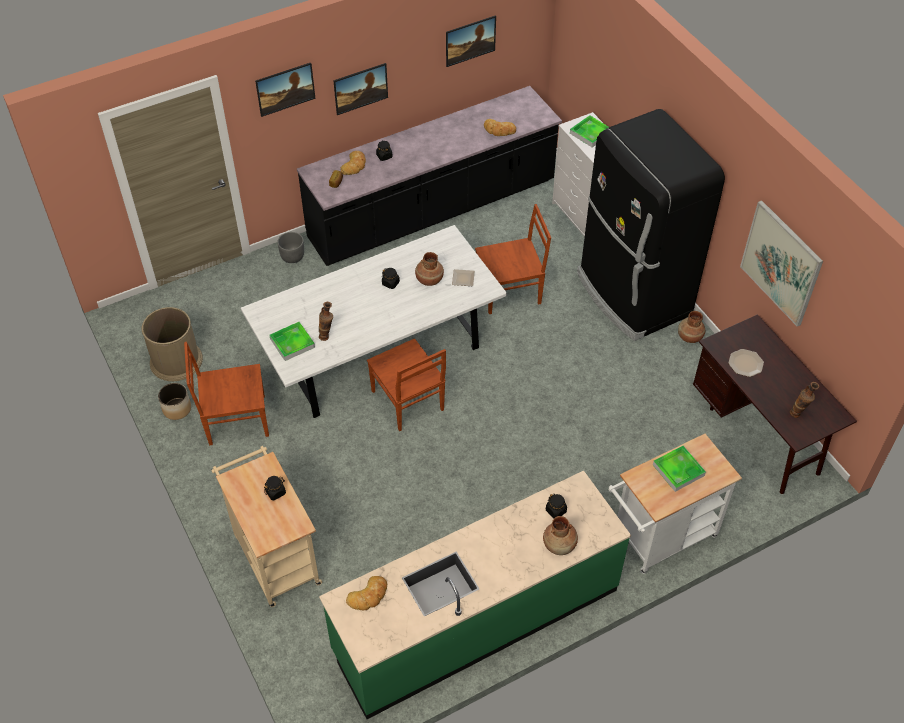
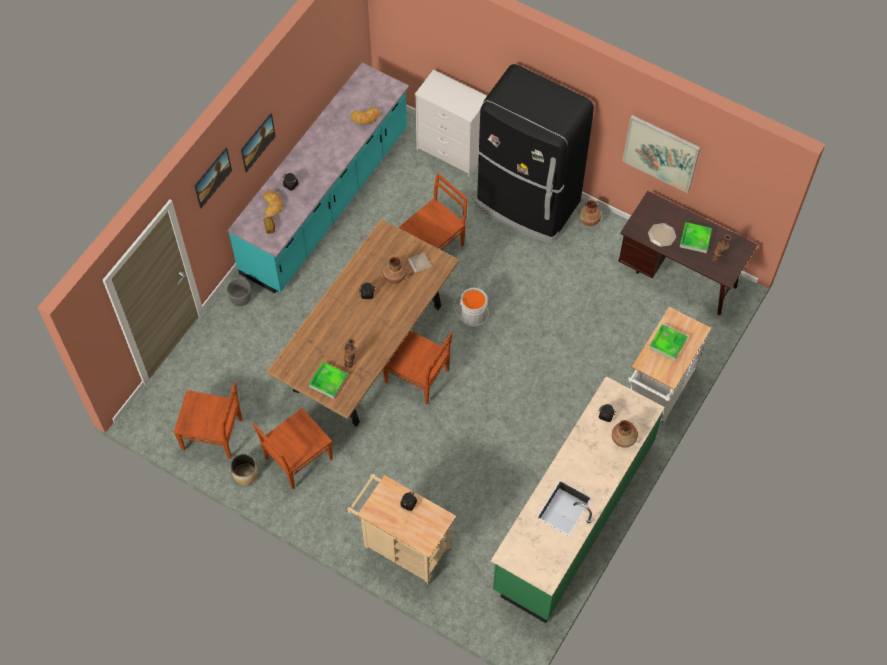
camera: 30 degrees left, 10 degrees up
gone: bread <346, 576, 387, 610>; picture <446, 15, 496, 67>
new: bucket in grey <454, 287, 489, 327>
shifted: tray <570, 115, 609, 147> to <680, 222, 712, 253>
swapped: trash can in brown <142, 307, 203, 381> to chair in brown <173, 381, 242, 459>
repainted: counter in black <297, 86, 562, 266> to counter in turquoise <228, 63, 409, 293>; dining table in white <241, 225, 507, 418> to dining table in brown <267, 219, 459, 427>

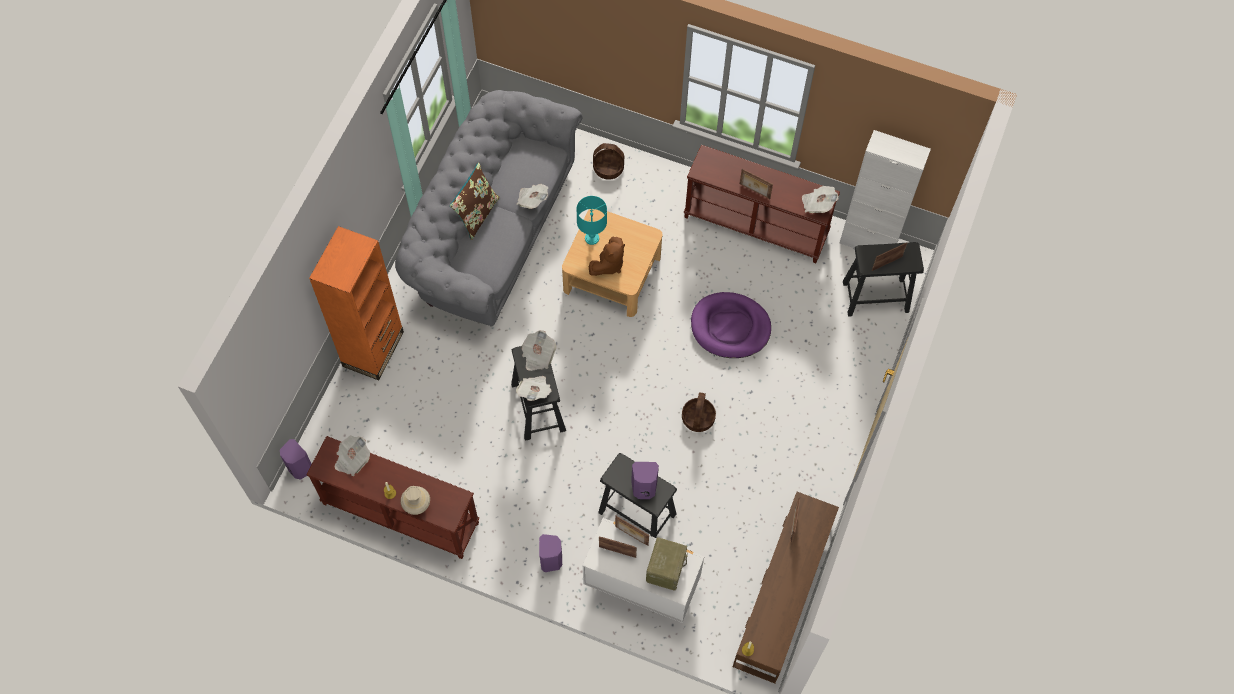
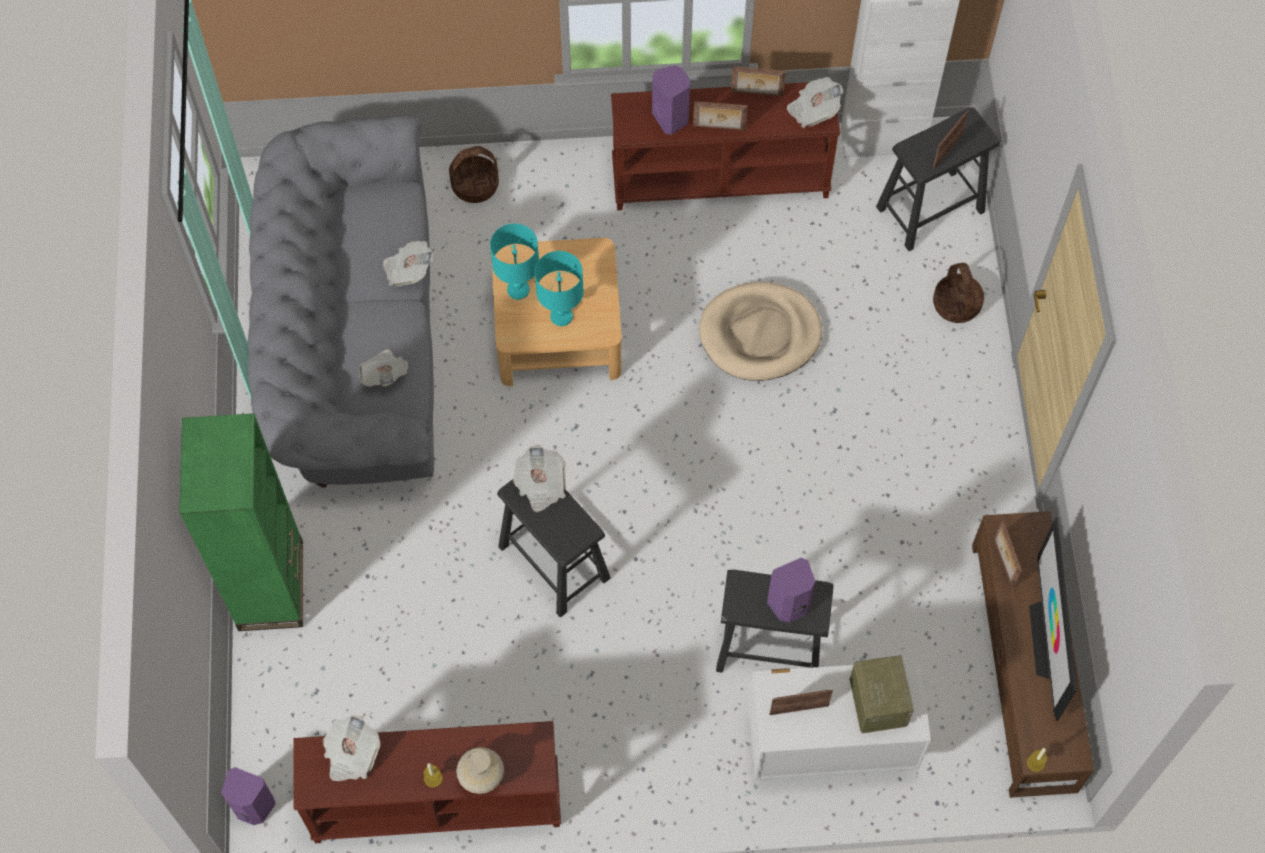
camera: 25 degrees left, 0 degrees up
gone: pillow in brown <449, 162, 500, 240>
new: television <1029, 517, 1077, 721>
shifted: newspaper <516, 376, 552, 401> to <359, 349, 409, 387>; speaker in purple <539, 534, 562, 572> to <652, 65, 690, 135>; picture frame <615, 516, 649, 545> to <731, 66, 786, 96>; basket <682, 393, 716, 432> to <933, 263, 984, 323>
swapped: plush toy in brown <589, 237, 625, 276> to table lamp in turquoise <535, 251, 584, 326>
repainted: bookcase in orange <309, 226, 404, 380> to bookcase in green <179, 413, 303, 631>; dog bed in purple <691, 292, 771, 358> to dog bed in beige <699, 282, 822, 381>

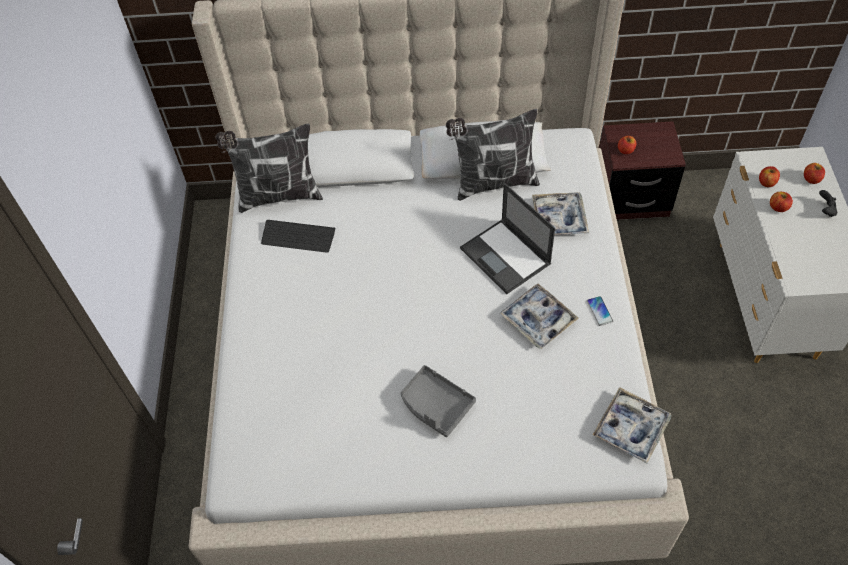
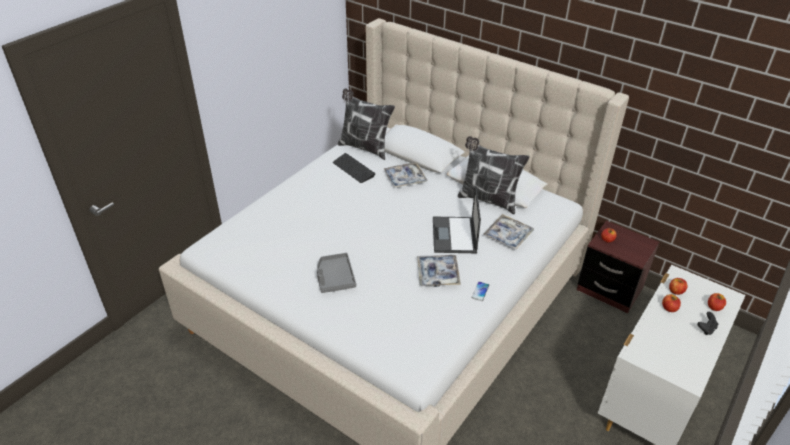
camera: 35 degrees right, 15 degrees down
shifted: tray <593, 387, 671, 463> to <384, 163, 428, 188>

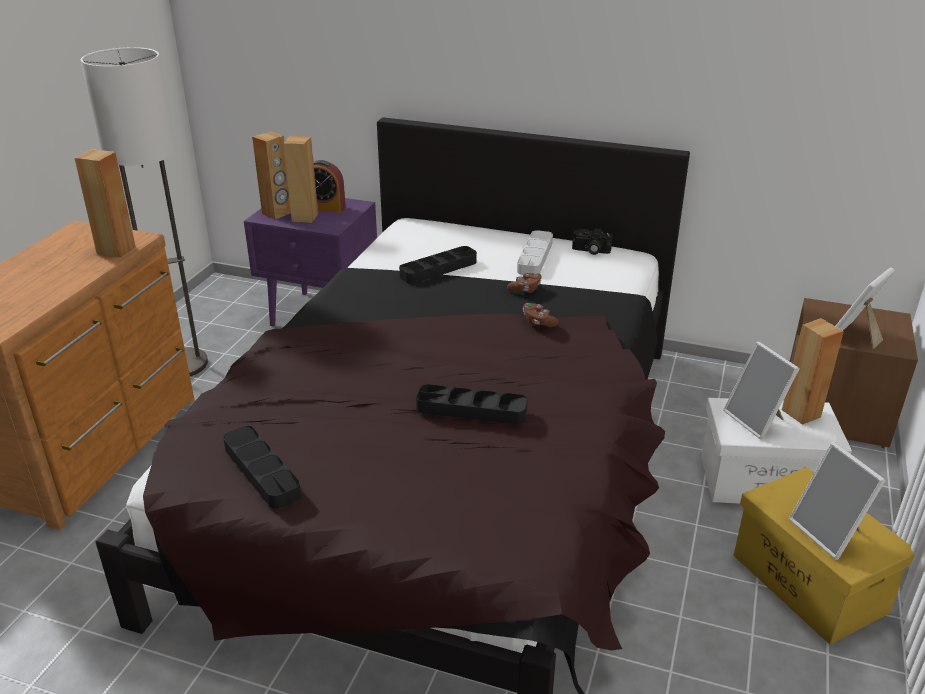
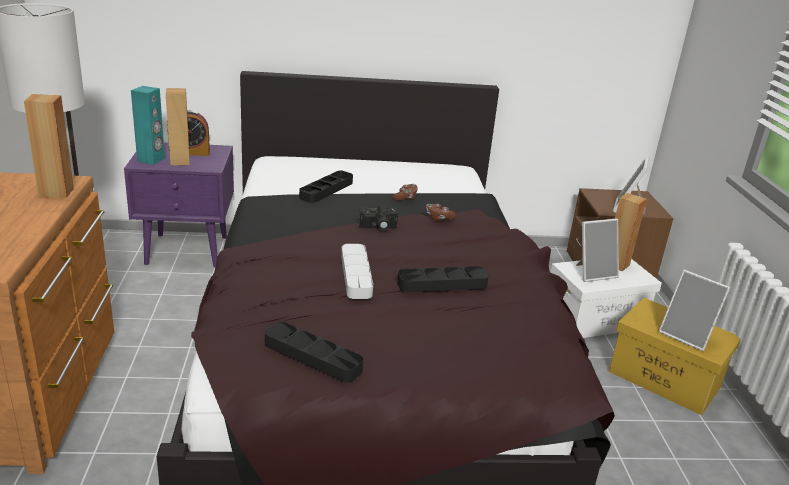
camera: 25 degrees left, 5 degrees down
shifted: tray in grey <517, 230, 553, 275> to <341, 244, 373, 299>; photo camera <572, 228, 613, 255> to <359, 205, 398, 231>
repainted: speaker in brown <252, 131, 291, 219> to speaker in turquoise <131, 86, 165, 165>
rotated: picture frame <723, 342, 800, 440> = <576, 219, 619, 282> 60 degrees counterclockwise

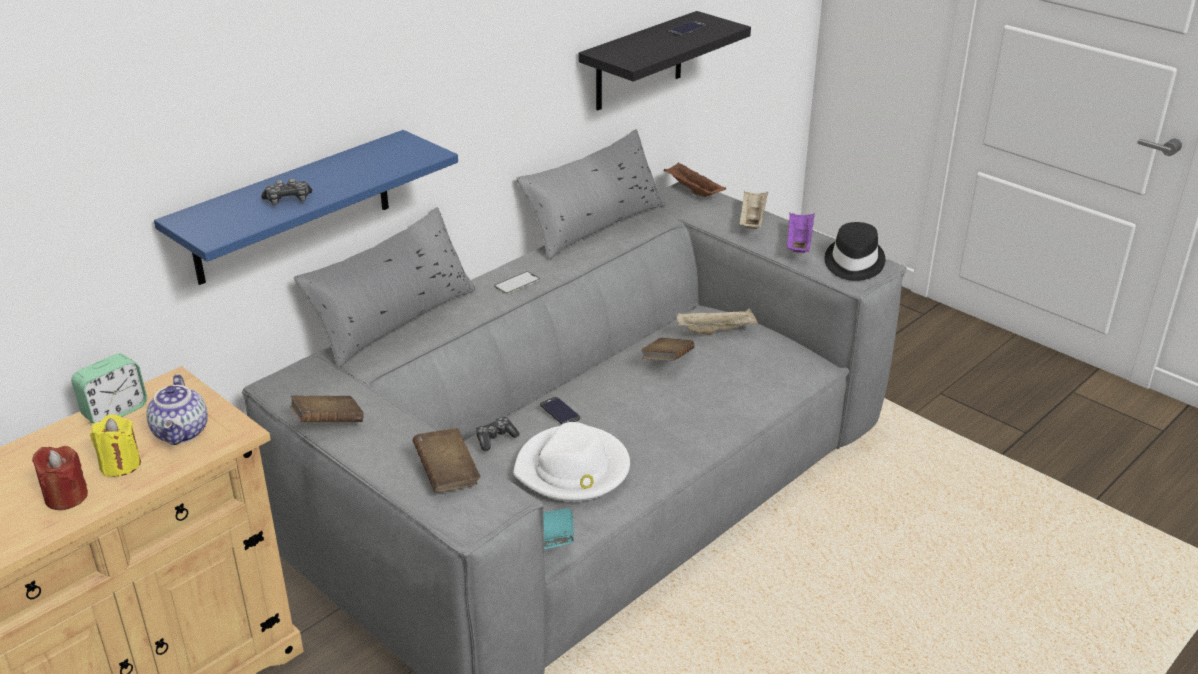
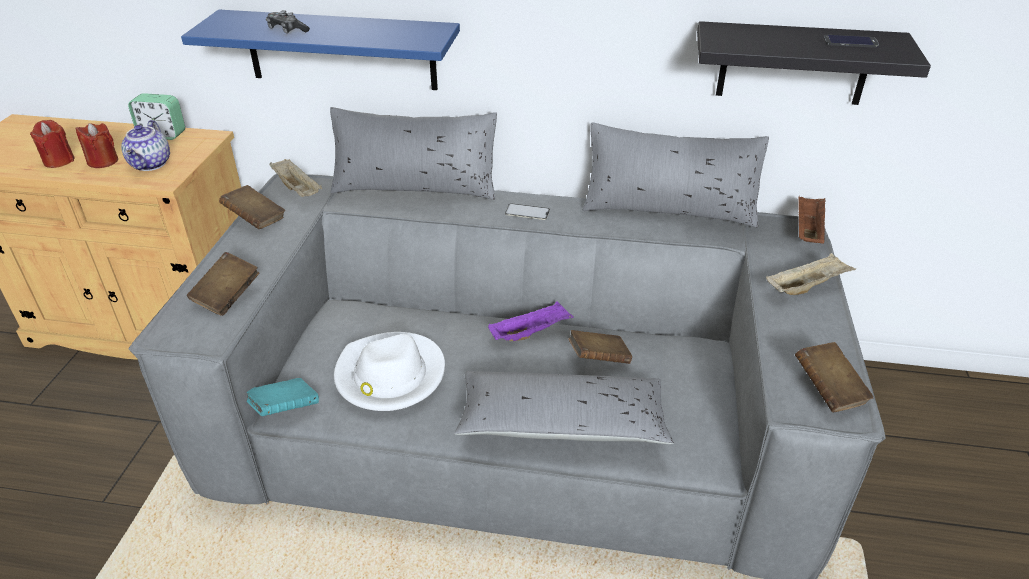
camera: 55 degrees right, 5 degrees up
gone: game controller <476, 417, 520, 451>; phone <540, 397, 580, 424>
new: pillow in grey <454, 371, 674, 444>
shifted: tray in beige <677, 308, 758, 334> to <269, 159, 322, 197>; tray in purple <787, 212, 815, 253> to <488, 301, 574, 341>
swapped: hat in black <824, 222, 885, 281> to book in brown <795, 342, 873, 412>
repainted: candle in yellow <90, 414, 141, 477> to candle in red <75, 123, 118, 168>
rotated: teapot <146, 374, 208, 445> = <121, 120, 170, 171> 45 degrees counterclockwise

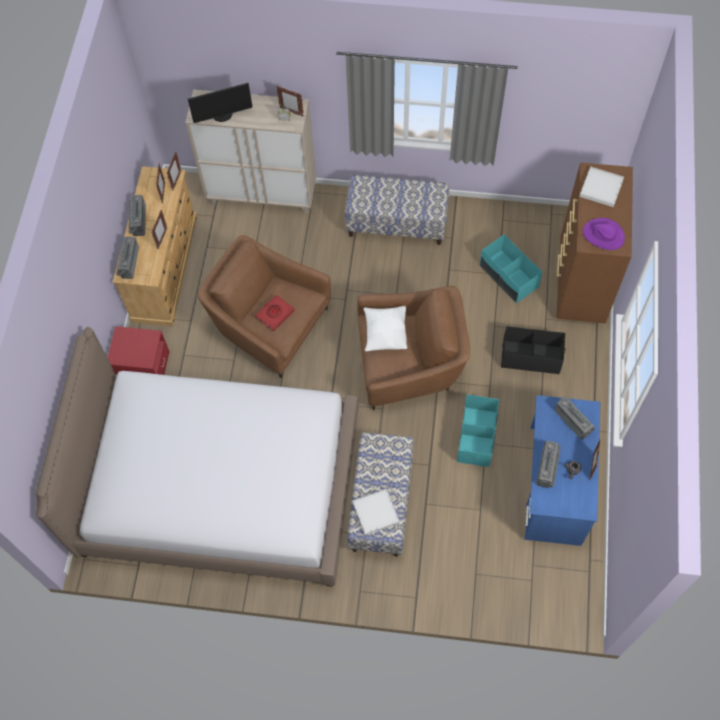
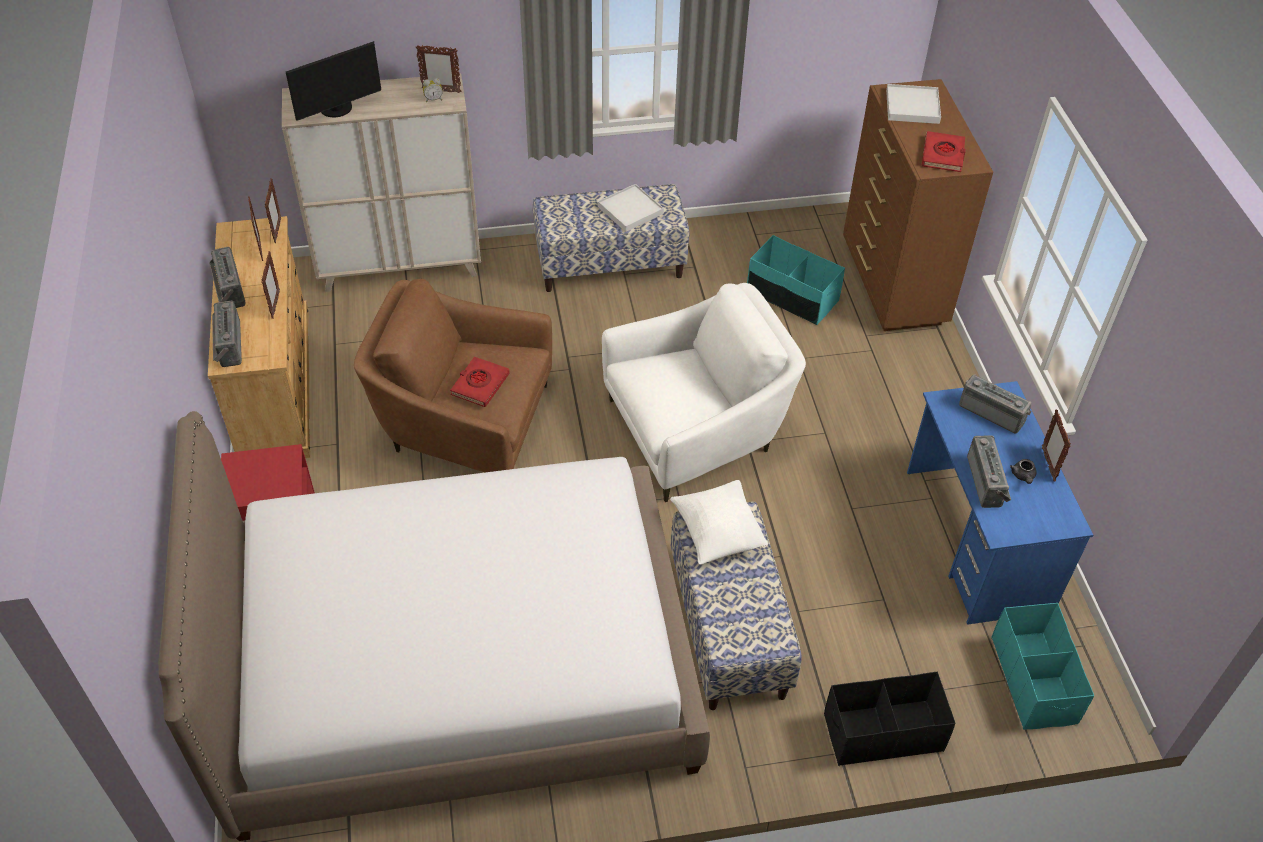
camera: 20 degrees left, 15 degrees down
shifted: tray in white <352, 488, 400, 535> to <598, 184, 664, 232>; pillow in white <363, 306, 407, 351> to <670, 480, 768, 565>; storage box in black <501, 326, 565, 374> to <824, 672, 956, 766>; storage box in turquoise <457, 394, 499, 467> to <991, 603, 1094, 730>
swapped: hat in purple <583, 218, 625, 250> to book in red <922, 131, 966, 172>
repainted: armchair in brown <357, 286, 470, 410> to armchair in white <602, 283, 806, 502>

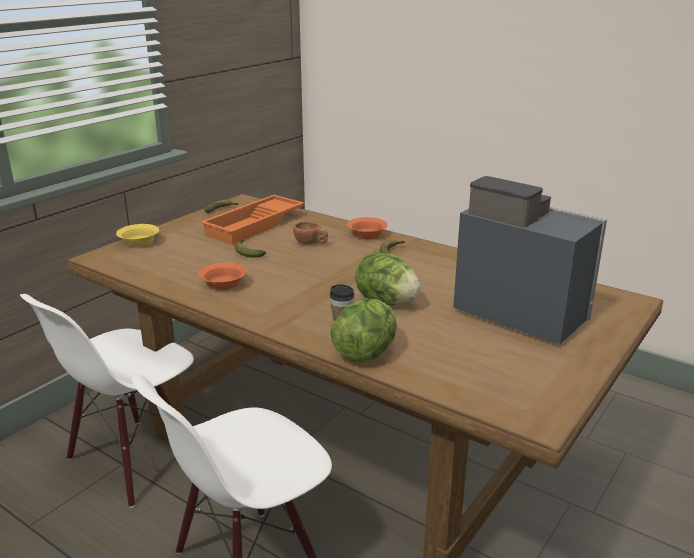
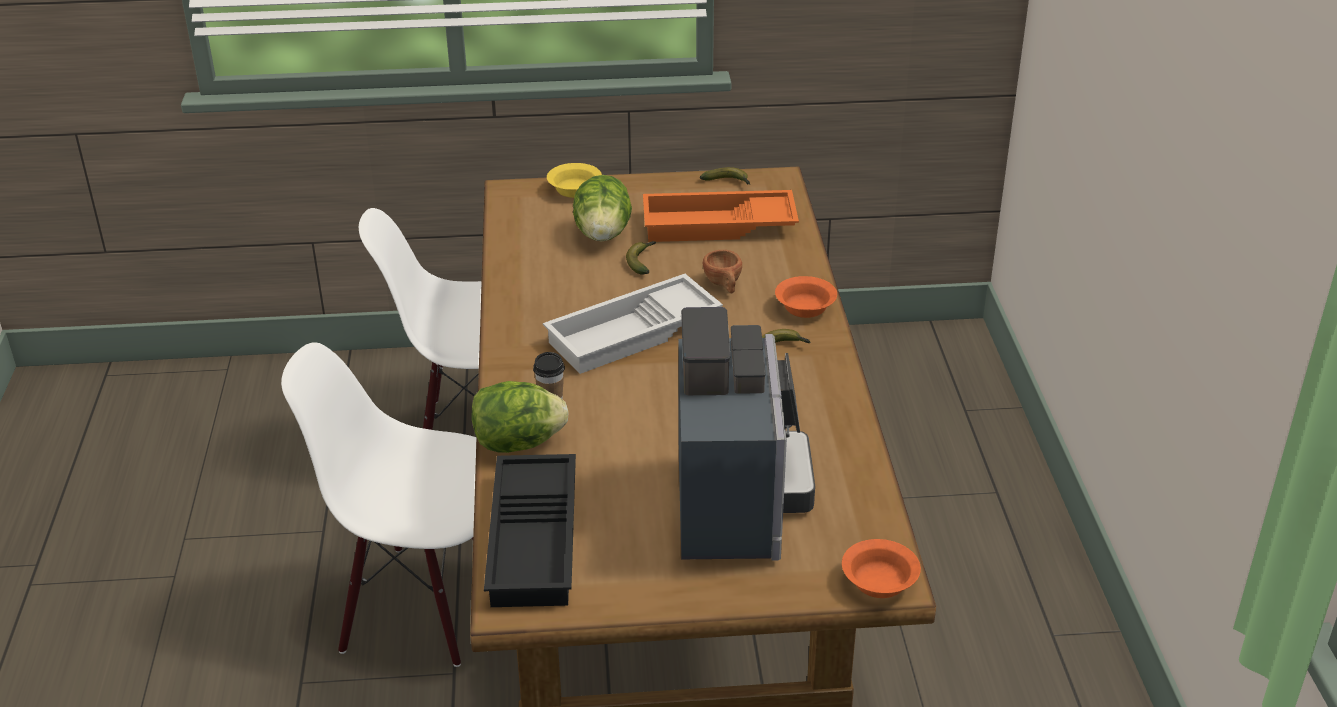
camera: 50 degrees right, 10 degrees up
new: tray in black <484, 454, 576, 607>; tray in white <543, 274, 723, 374>
shifted: lettuce <355, 252, 421, 305> to <573, 175, 632, 242>; bowl in orange <198, 262, 247, 290> to <842, 539, 921, 598>

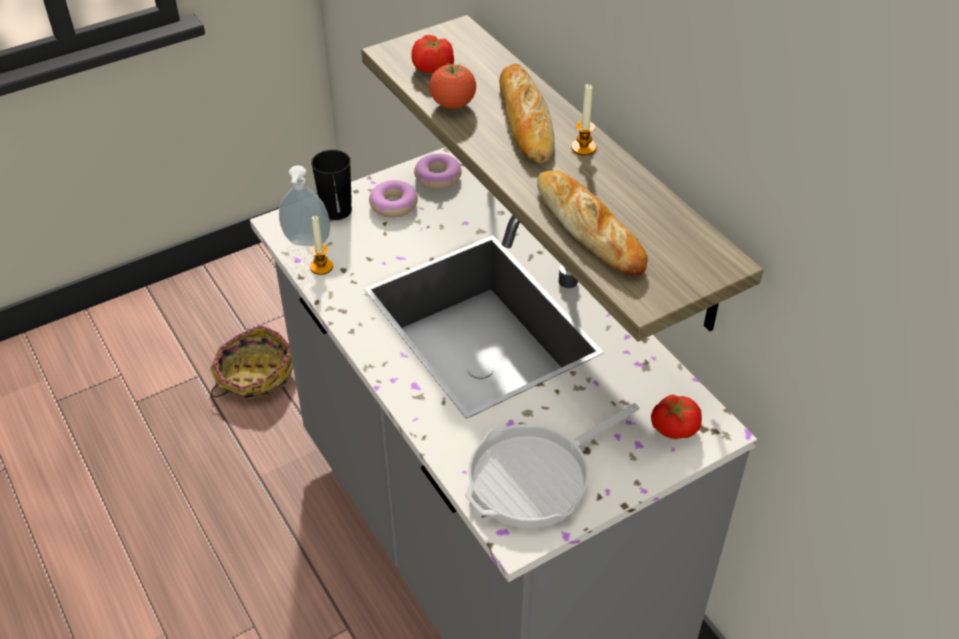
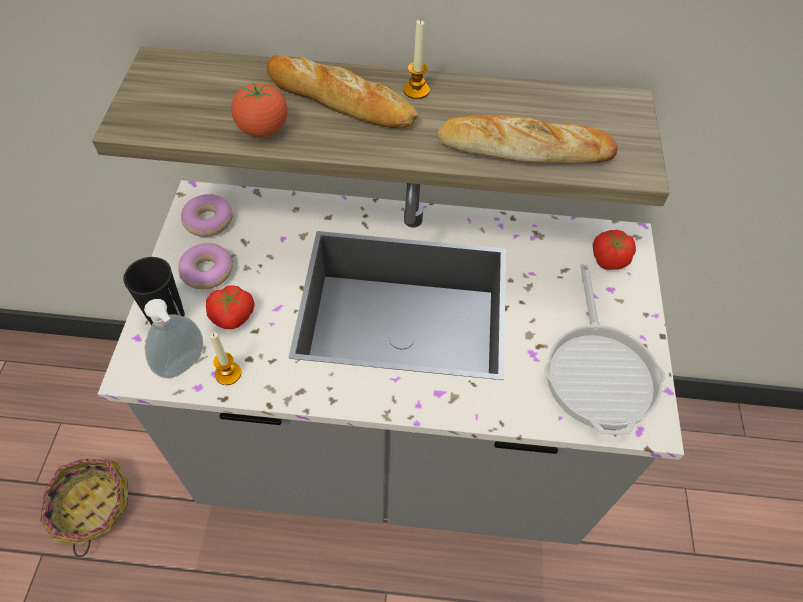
camera: 55 degrees left, 10 degrees up
shifted: tomato <411, 35, 454, 73> to <206, 285, 255, 329>

